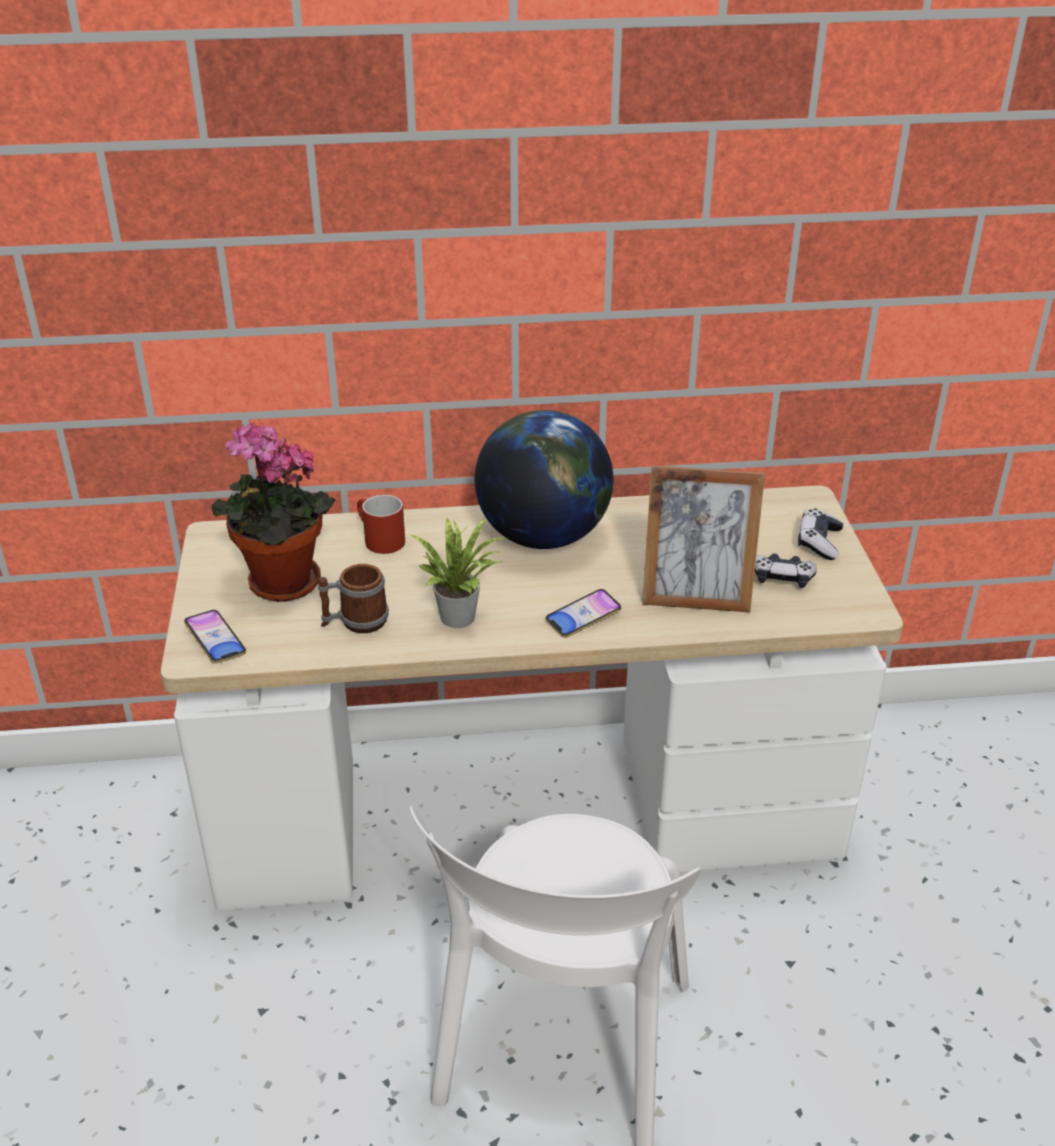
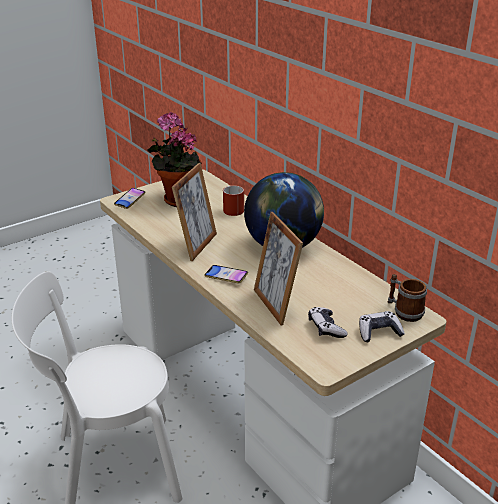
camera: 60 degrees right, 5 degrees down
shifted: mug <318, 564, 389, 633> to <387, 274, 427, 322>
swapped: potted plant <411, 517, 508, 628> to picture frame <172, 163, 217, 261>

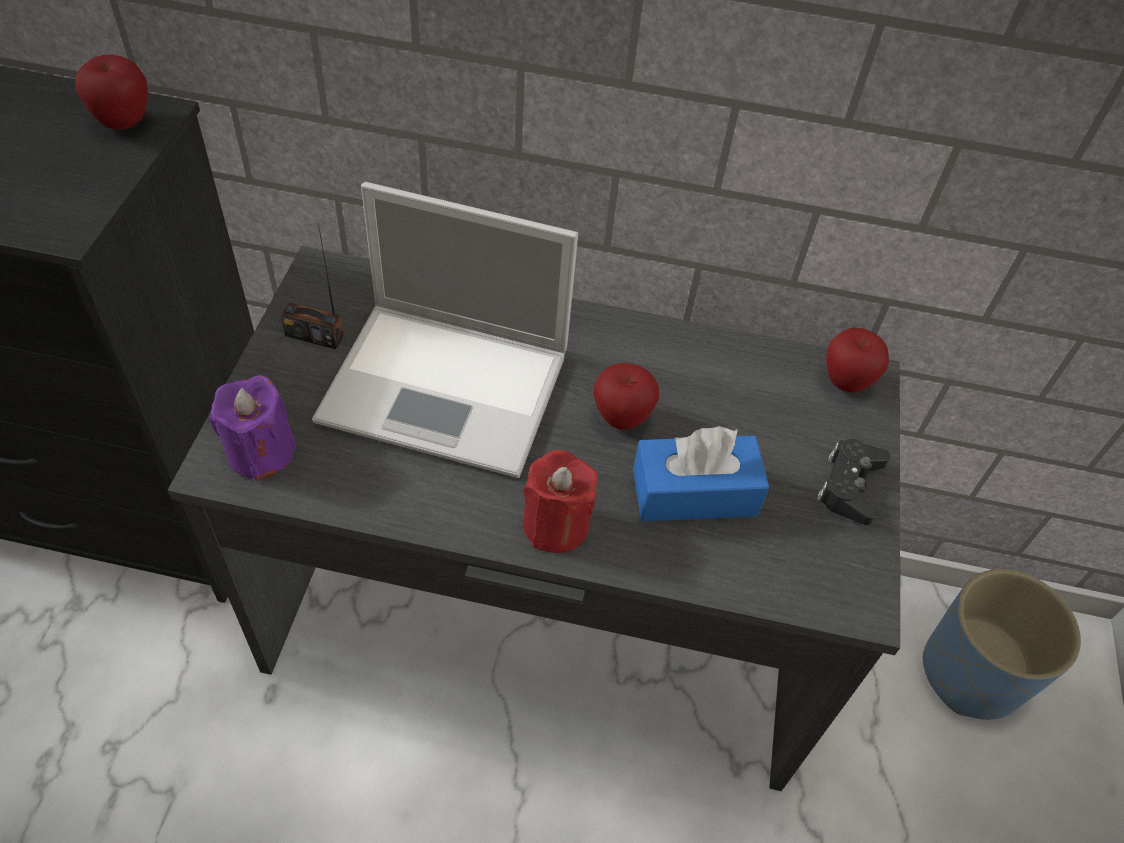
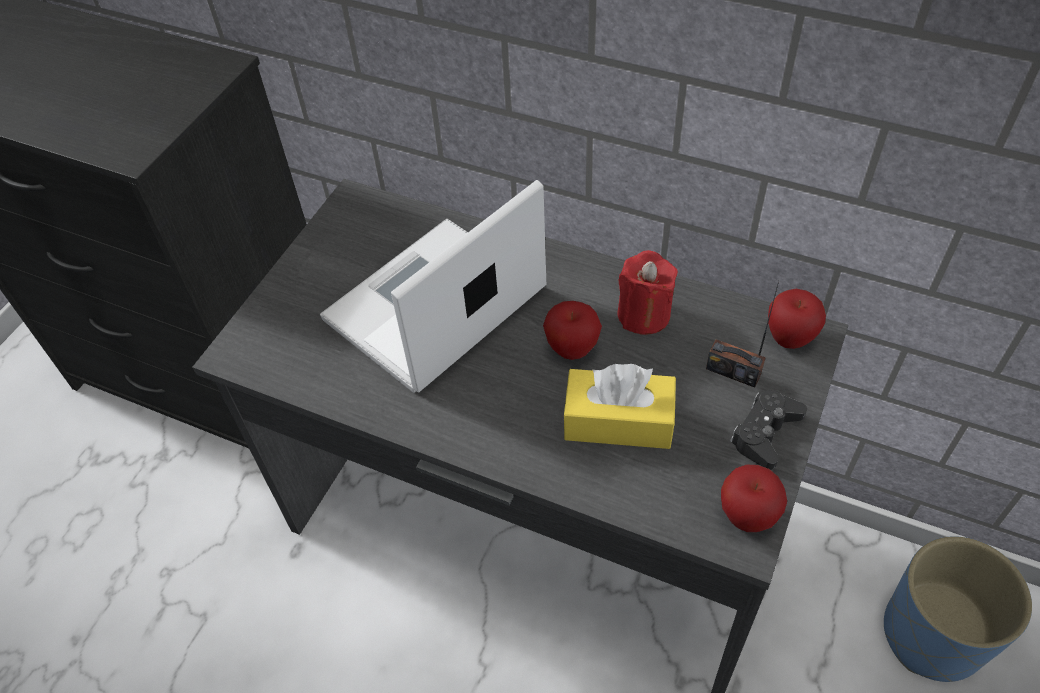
camera: 20 degrees right, 0 degrees up
gone: candle in purple <210, 375, 296, 481>
shifted: candle in red <523, 450, 598, 553> to <617, 250, 678, 335>; radio <281, 223, 344, 349> to <706, 281, 779, 388>; apple <75, 55, 148, 130> to <721, 465, 787, 532>
repainted: tissue box in blue <633, 426, 769, 522> to tissue box in yellow <564, 364, 676, 449>
rotated: laptop <312, 182, 578, 478> = <320, 180, 546, 393> 105 degrees clockwise

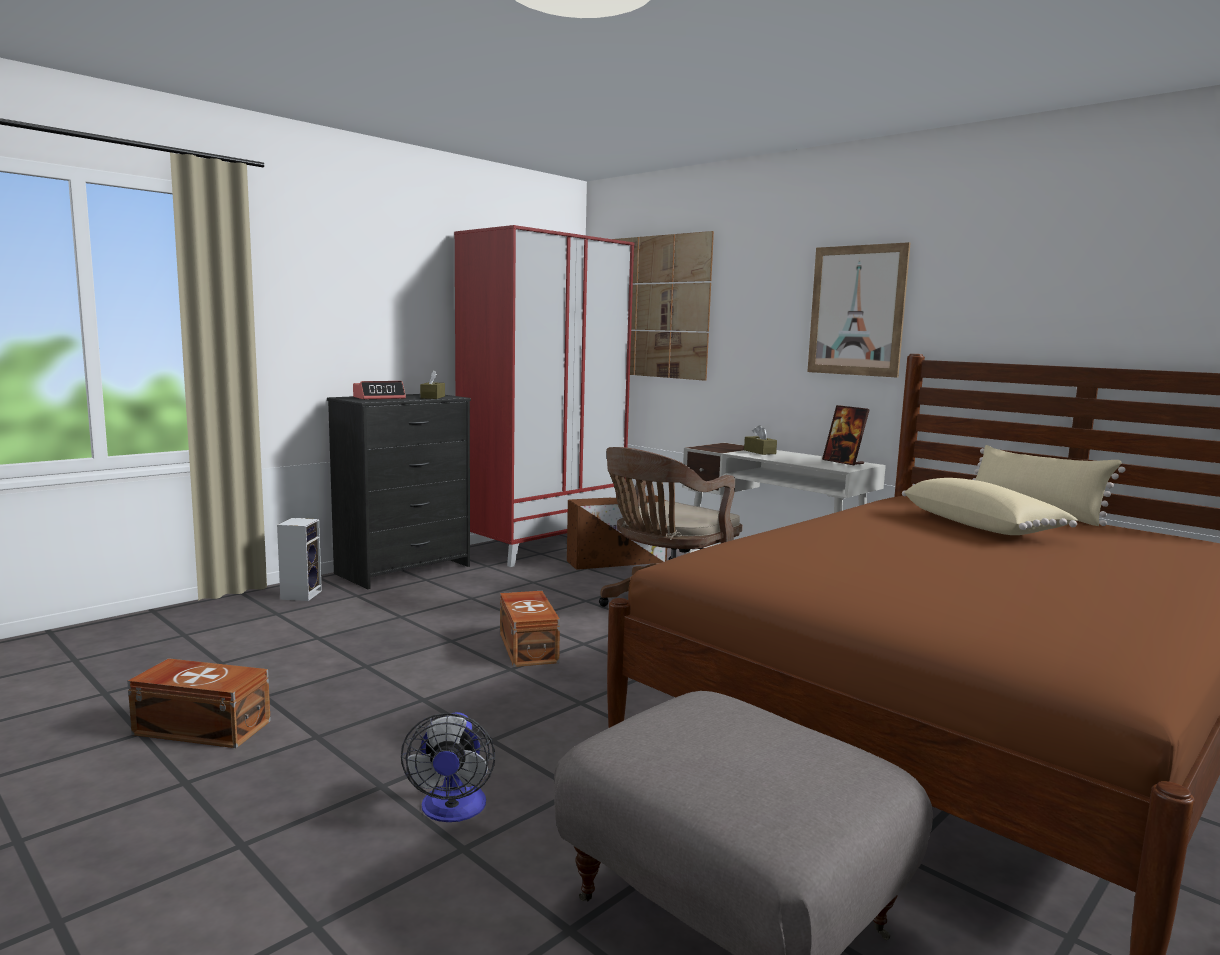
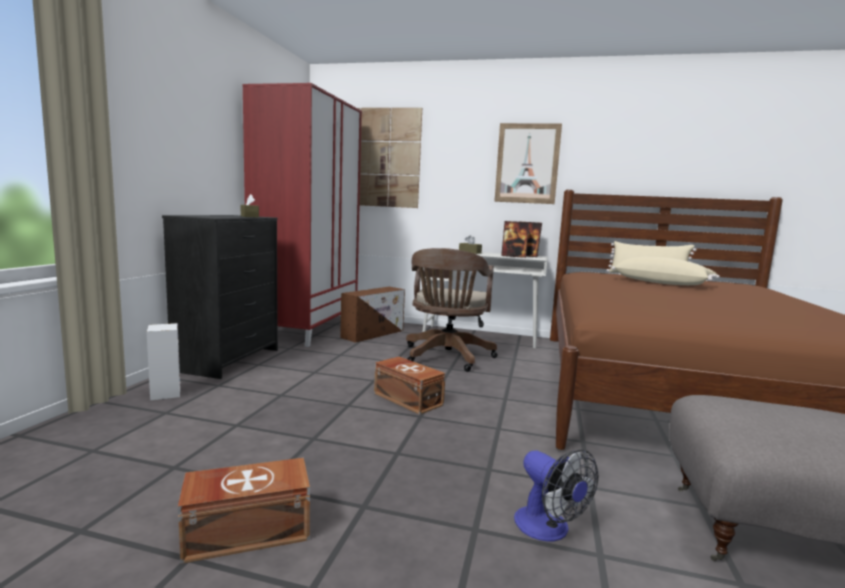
camera: 30 degrees left, 0 degrees up
gone: alarm clock <353, 381, 406, 400>
new: picture frame <501, 221, 529, 258>

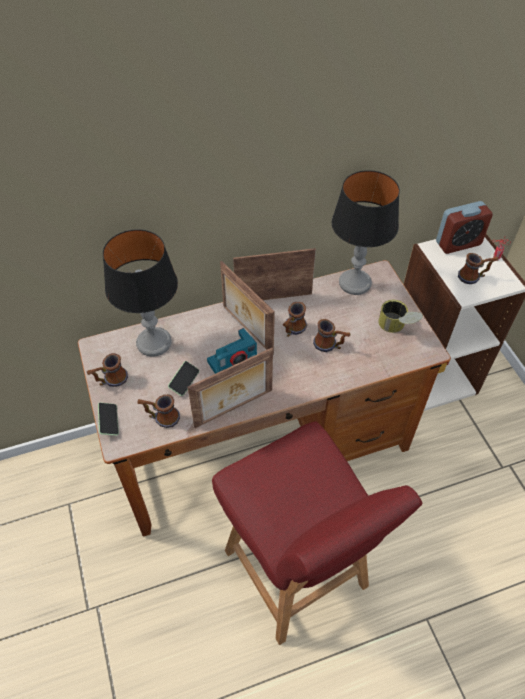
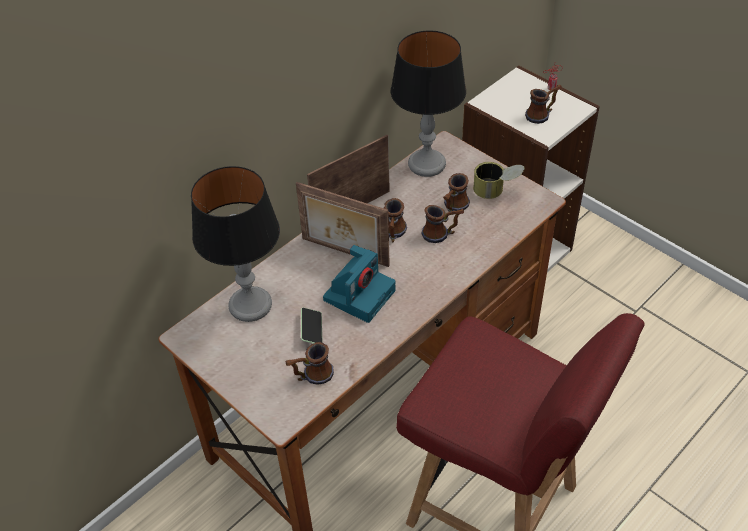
camera: 25 degrees left, 5 degrees down
gone: phone <98, 402, 119, 436>; picture frame <188, 348, 273, 428>; alarm clock <436, 201, 493, 254>
shifted: mug <87, 353, 128, 387> to <443, 173, 470, 212>

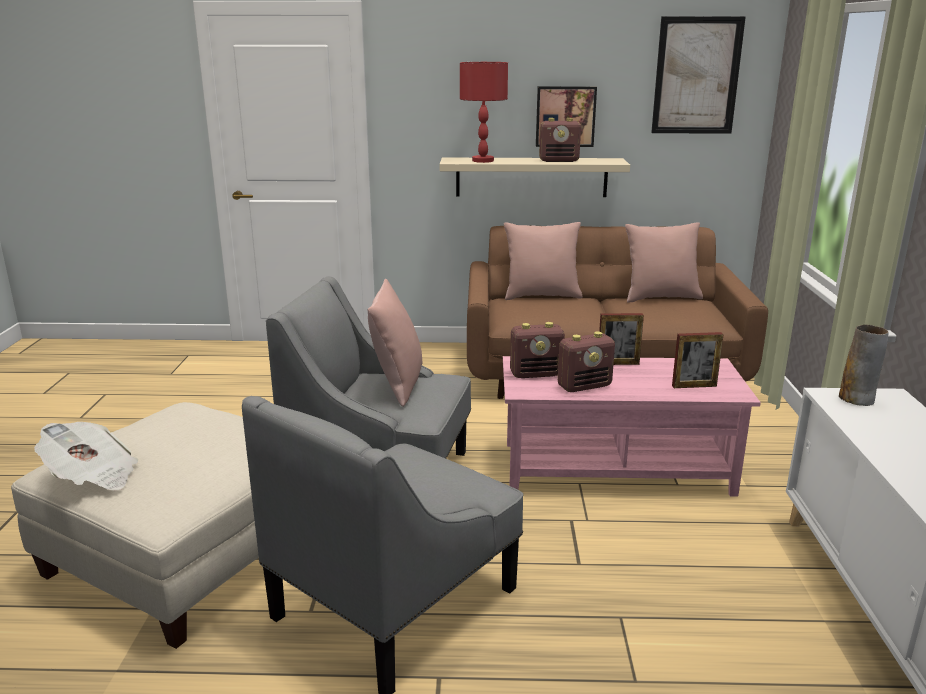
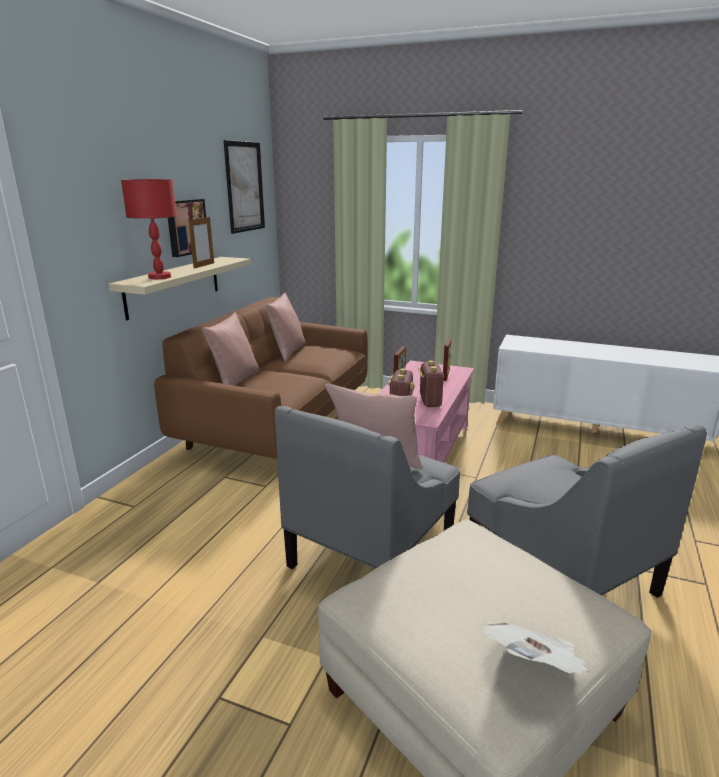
camera: 70 degrees left, 0 degrees up
gone: vase <839, 325, 889, 406>
swapped: radio <539, 118, 581, 162> to picture frame <188, 217, 214, 268>

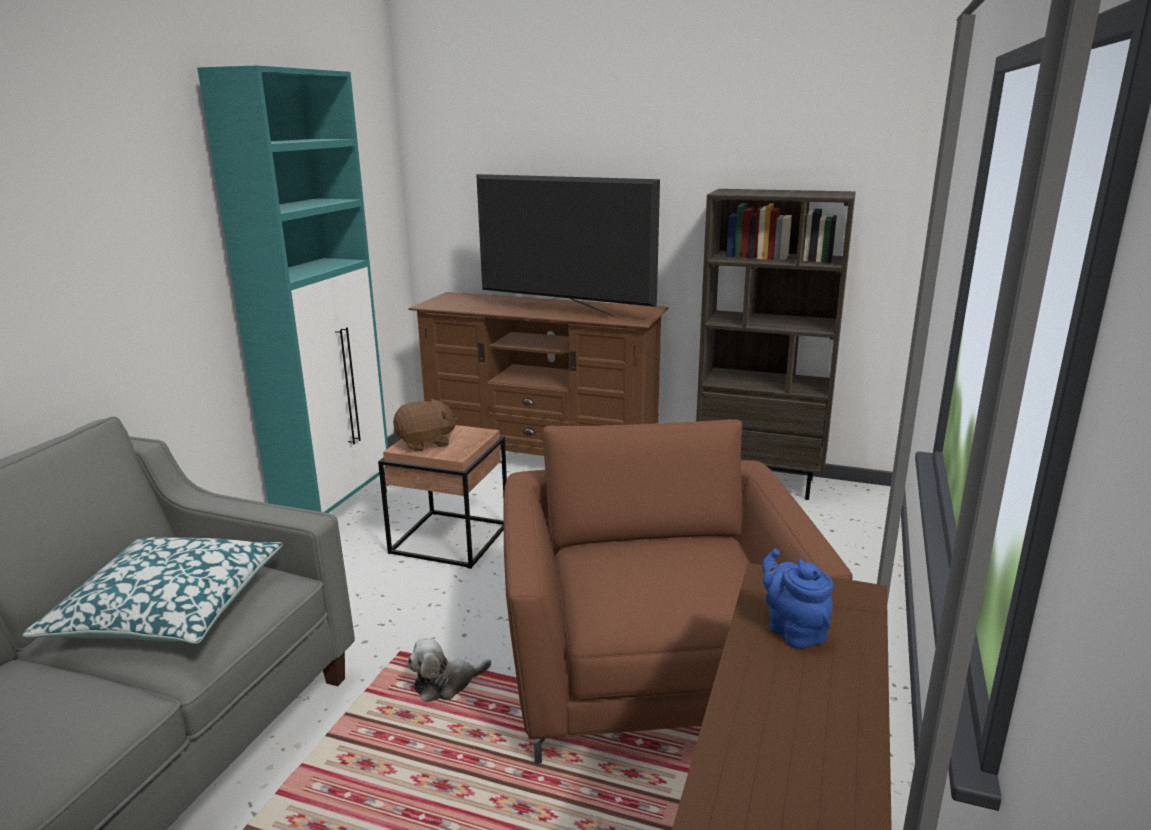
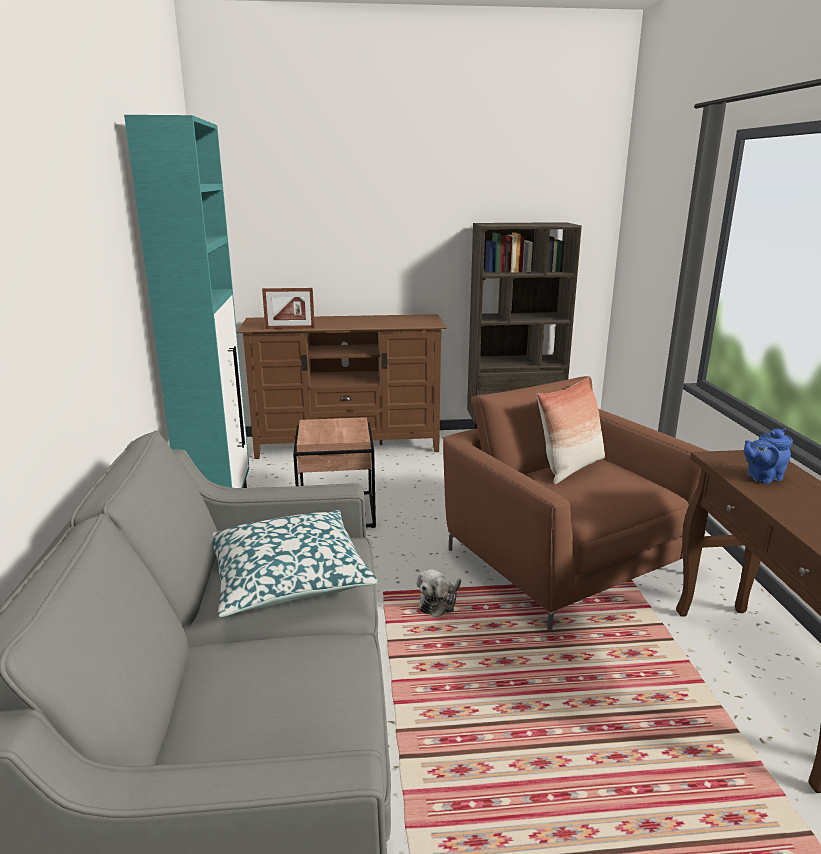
camera: 25 degrees left, 0 degrees up
gone: plush toy in brown <393, 399, 458, 452>; television <476, 174, 660, 319>
new: picture frame <262, 288, 315, 329>; pillow <537, 377, 605, 484>
rotated: teapot in blue <762, 549, 833, 648> = <744, 428, 793, 484> 60 degrees counterclockwise

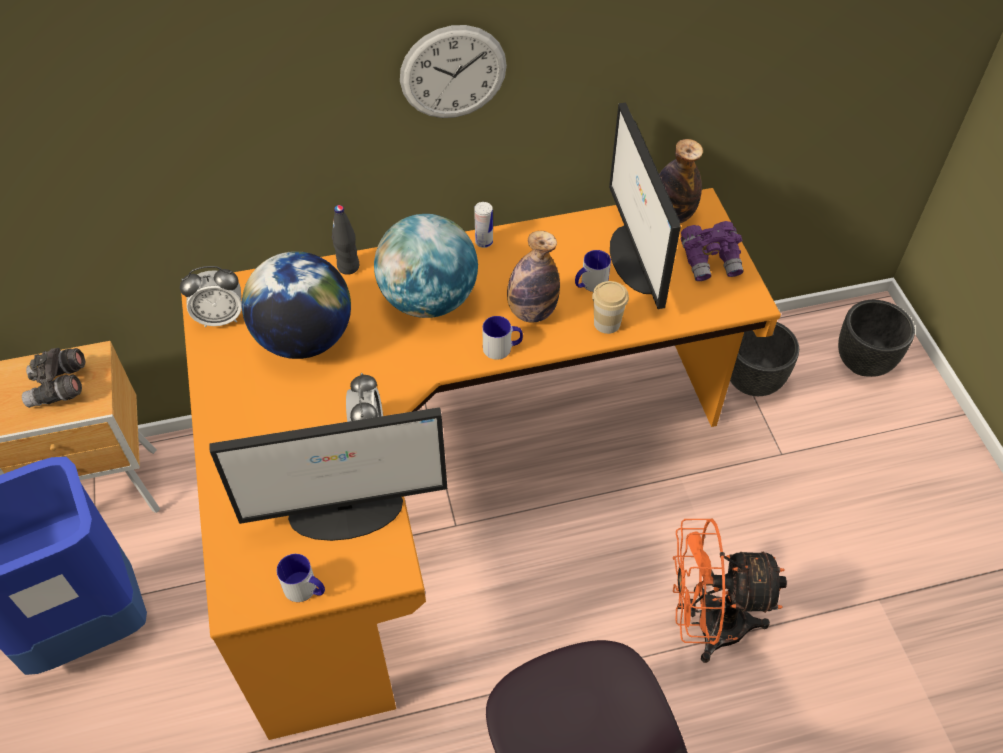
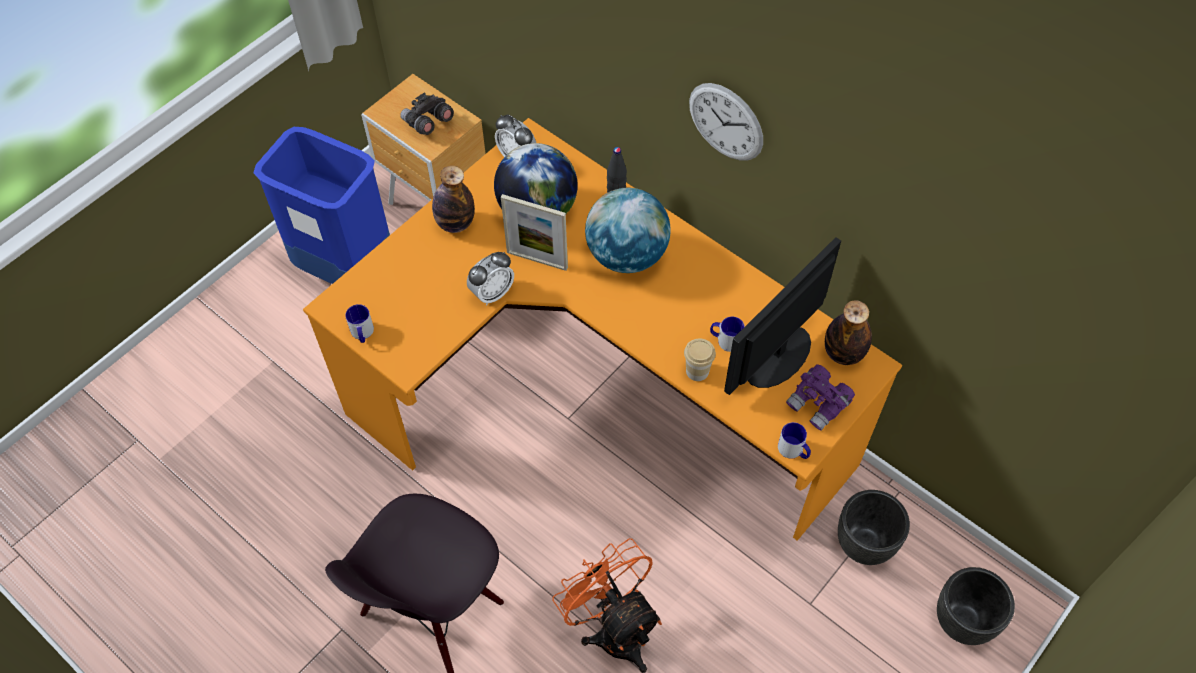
camera: 55 degrees right, 5 degrees up
gone: monitor <209, 407, 447, 541>; can <474, 202, 493, 248>
new: picture frame <501, 194, 568, 271>
shifted: bottle <507, 231, 560, 323> to <432, 166, 475, 233>; mug <482, 316, 523, 360> to <778, 422, 811, 459>

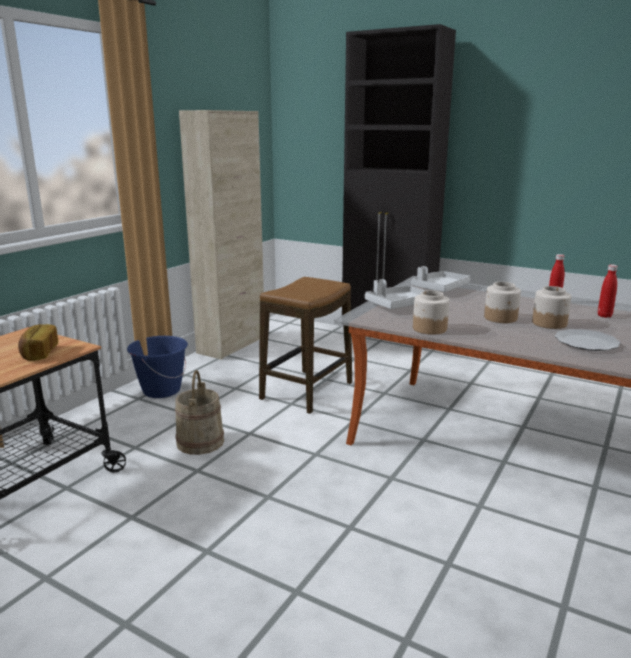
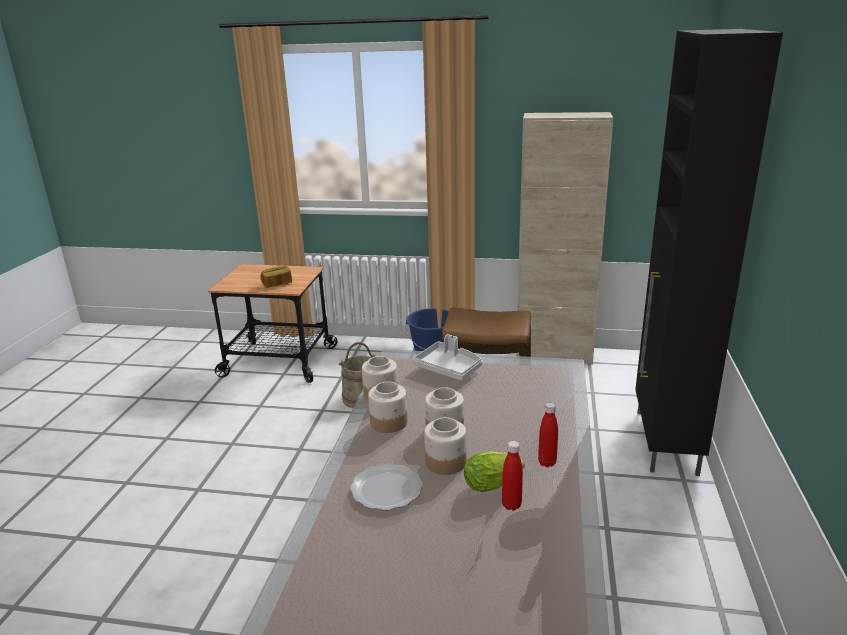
camera: 70 degrees right, 5 degrees up
gone: tray in grey <411, 266, 470, 292>
new: jar <368, 382, 407, 433>; lettuce <464, 451, 525, 492>

